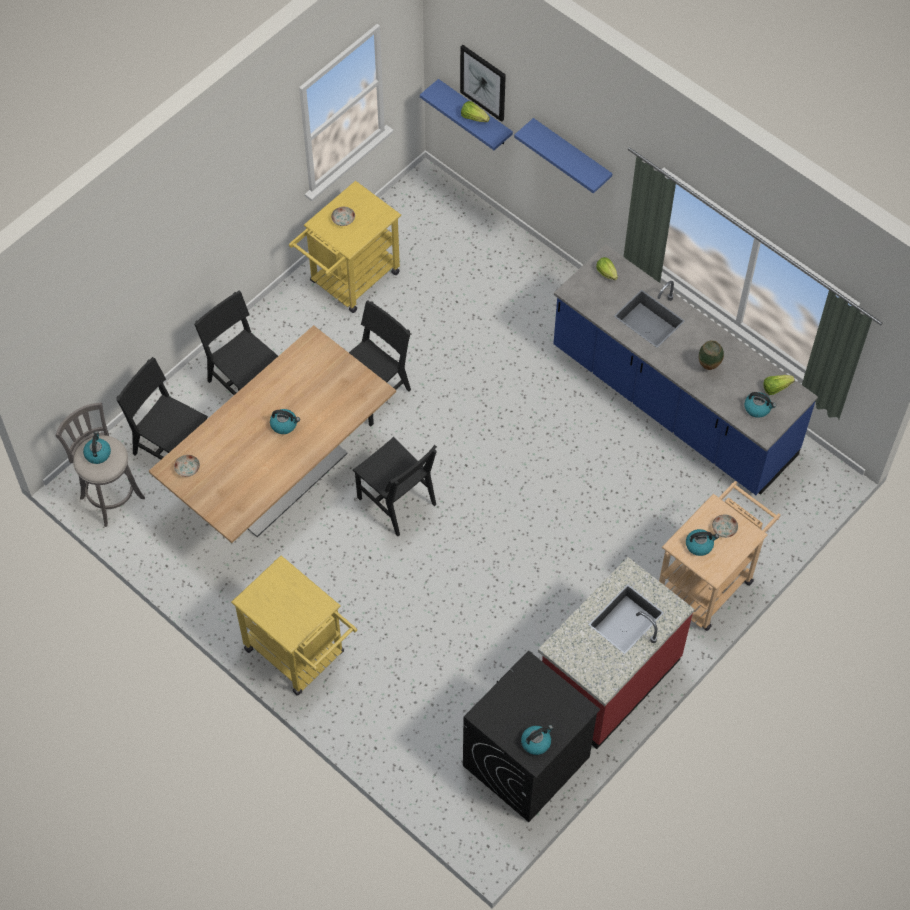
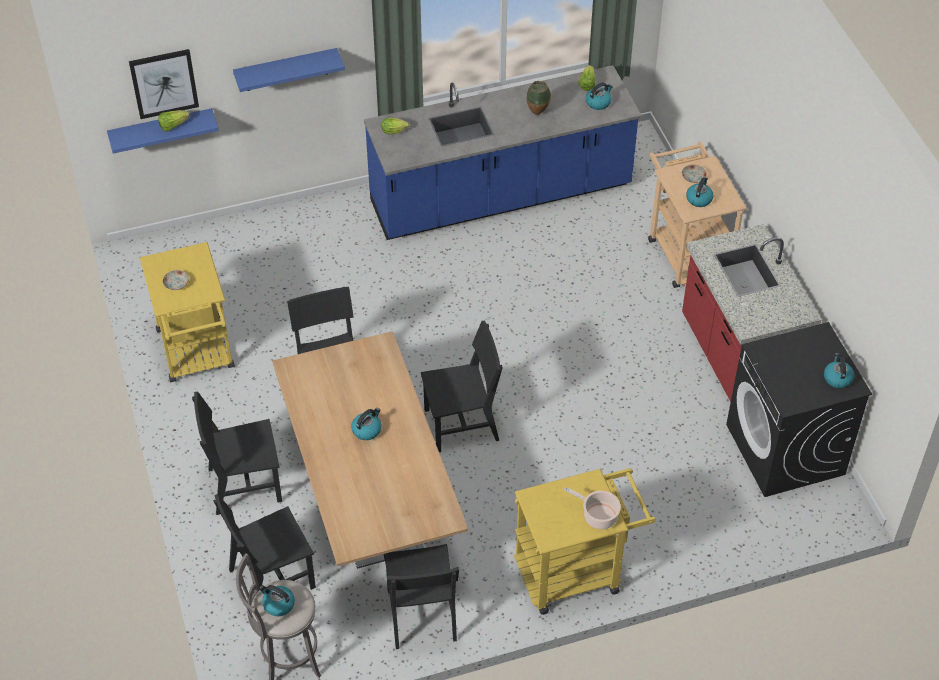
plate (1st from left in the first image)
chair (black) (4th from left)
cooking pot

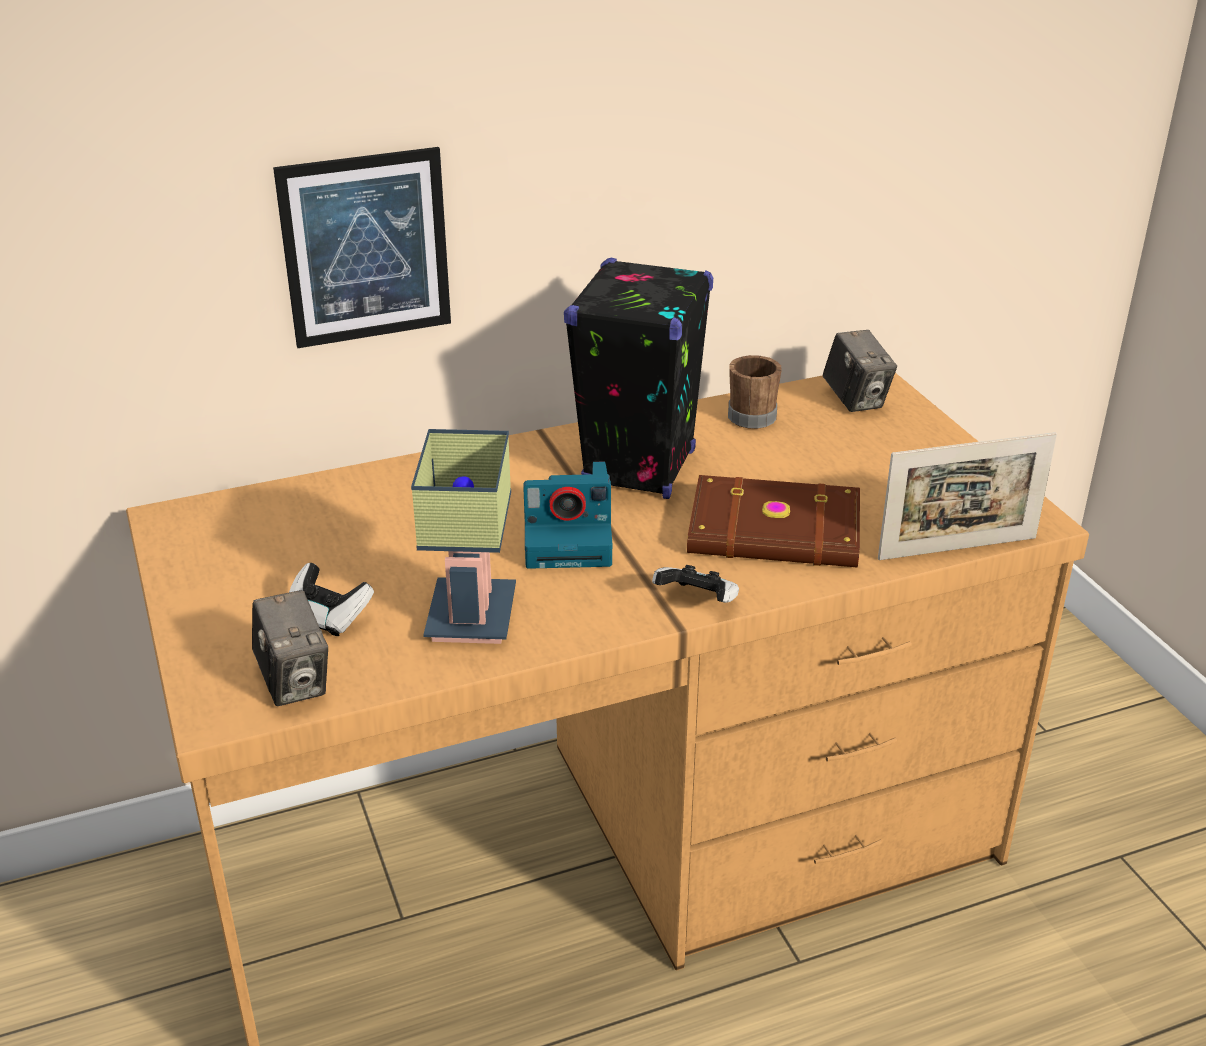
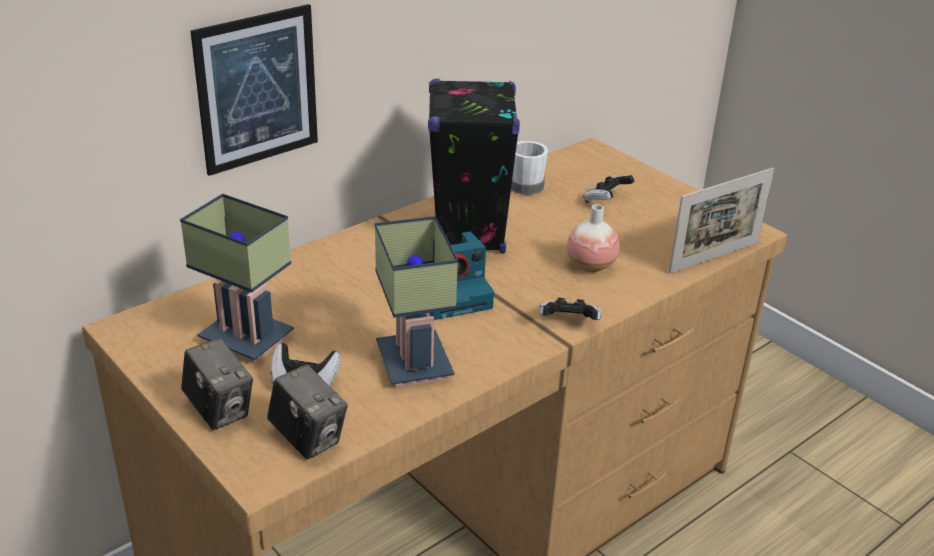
table lamp (1st from left)
game controller (3rd from left)
photo camera (1st from left)
vase
mug (white)

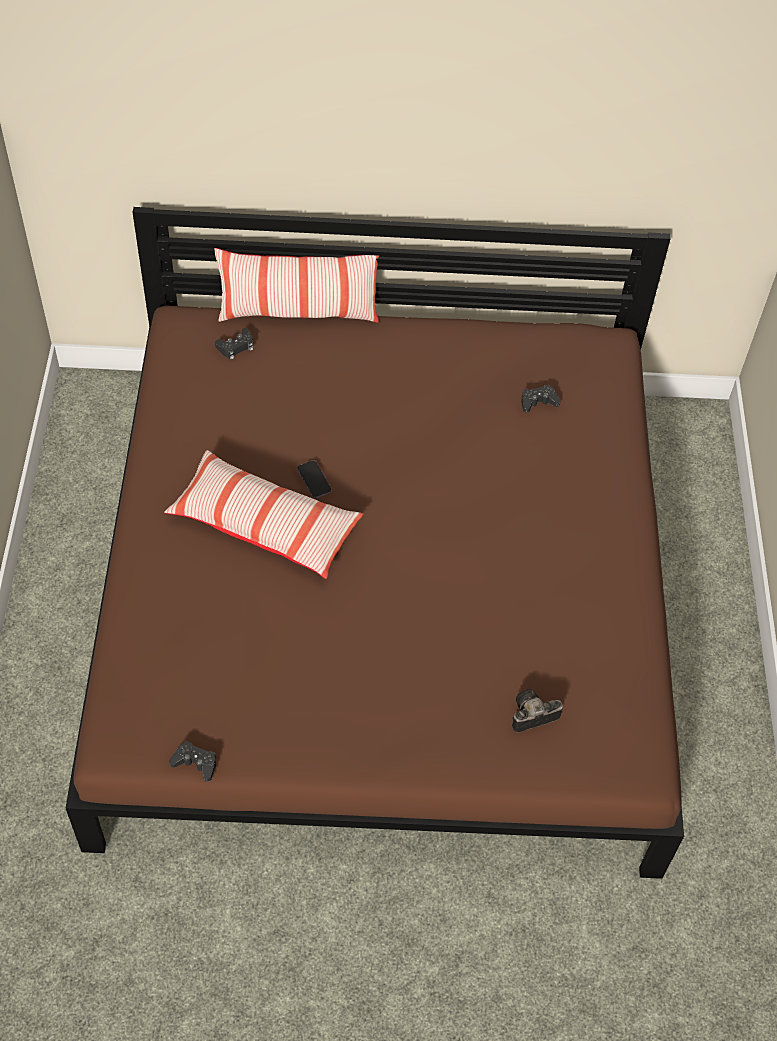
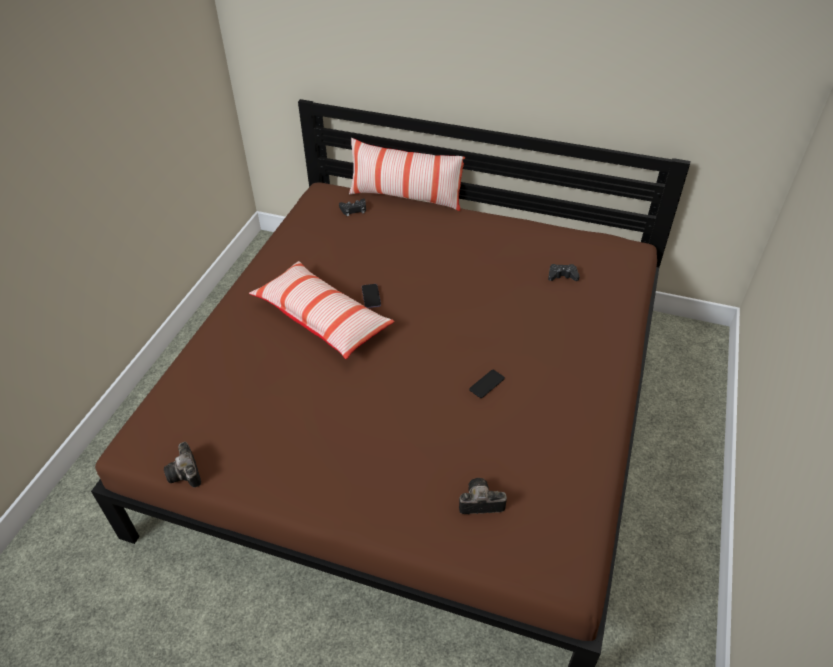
phone (2nd from left)
photo camera (1st from left)

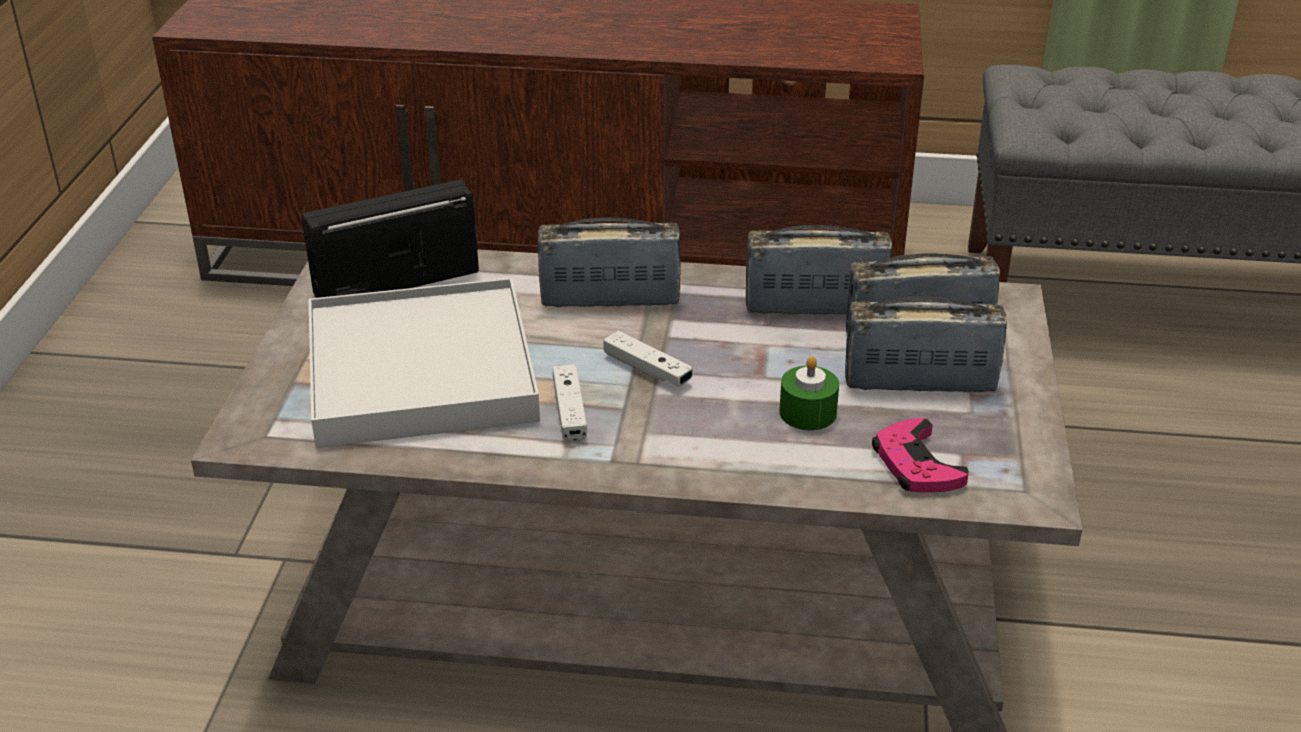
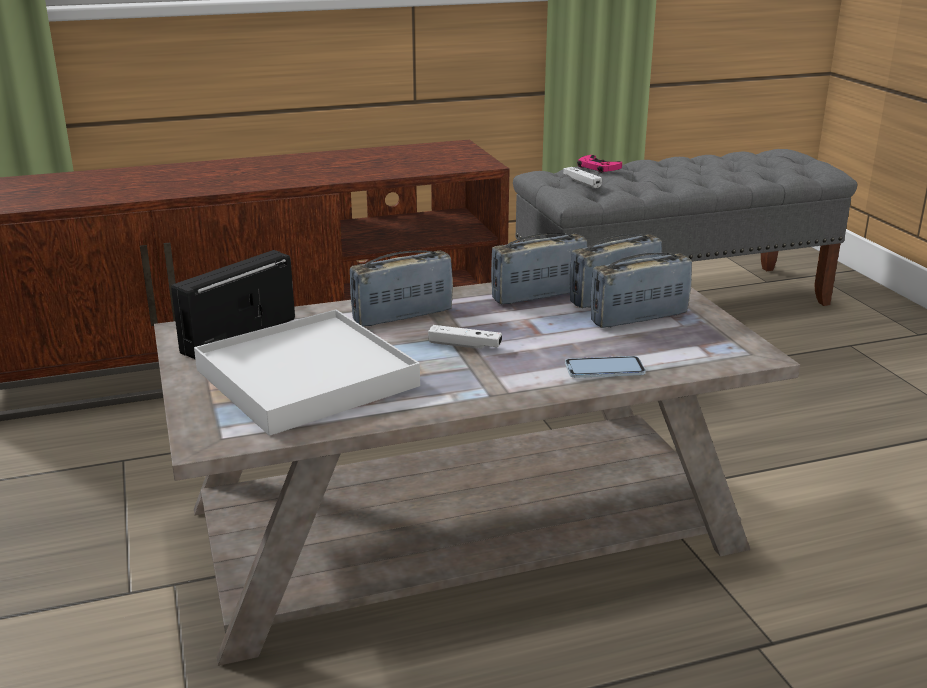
candle (green)
phone
game controller (white) (2nd from left)
game controller (pink)

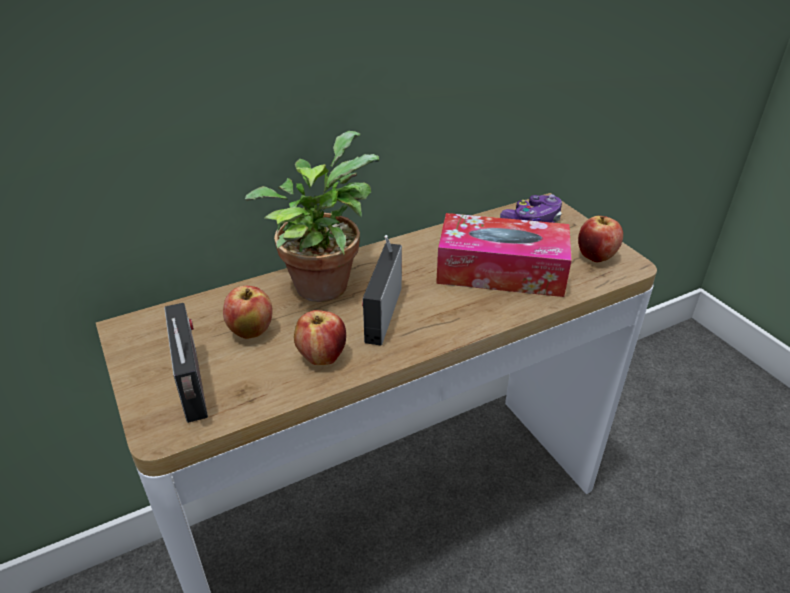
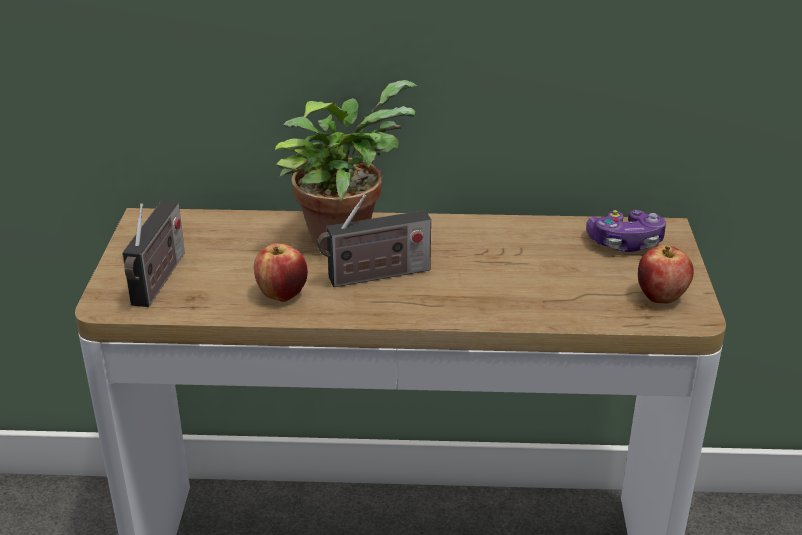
apple (1st from left in the first image)
tissue box
radio (2nd from left)

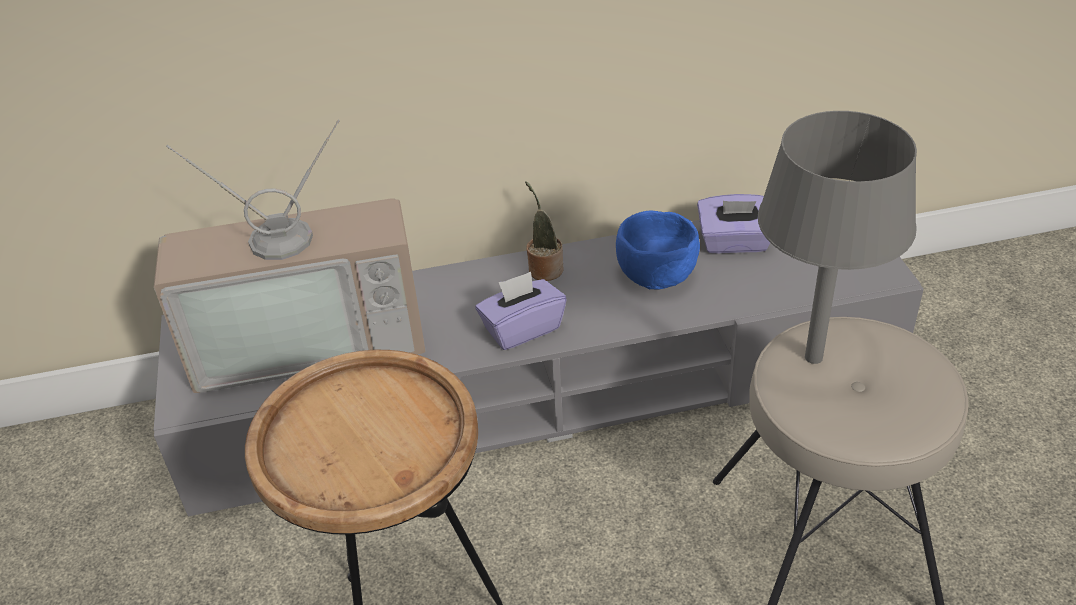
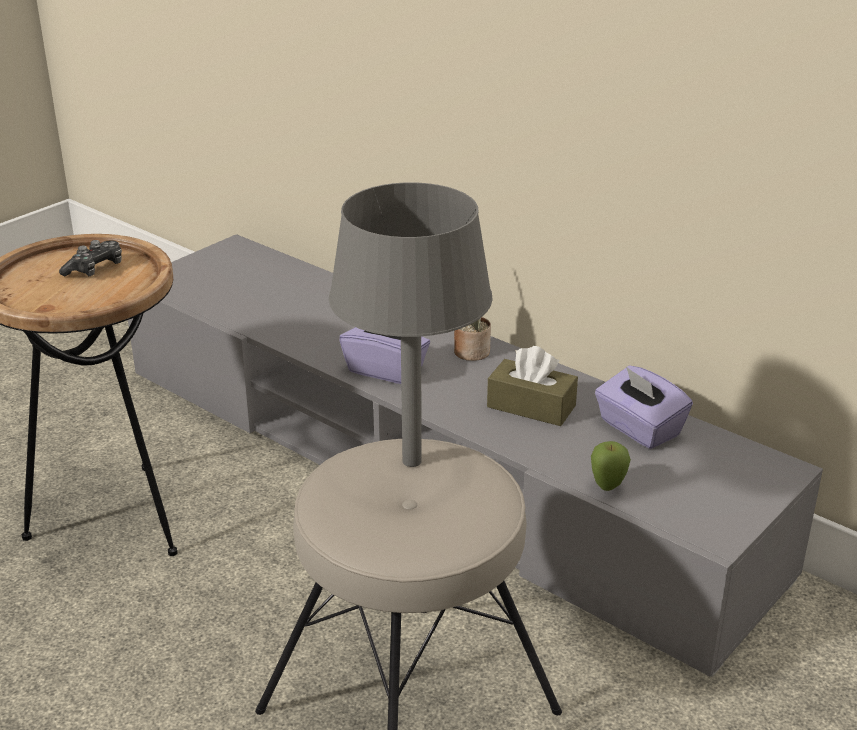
television
game controller
apple
tissue box (brown)

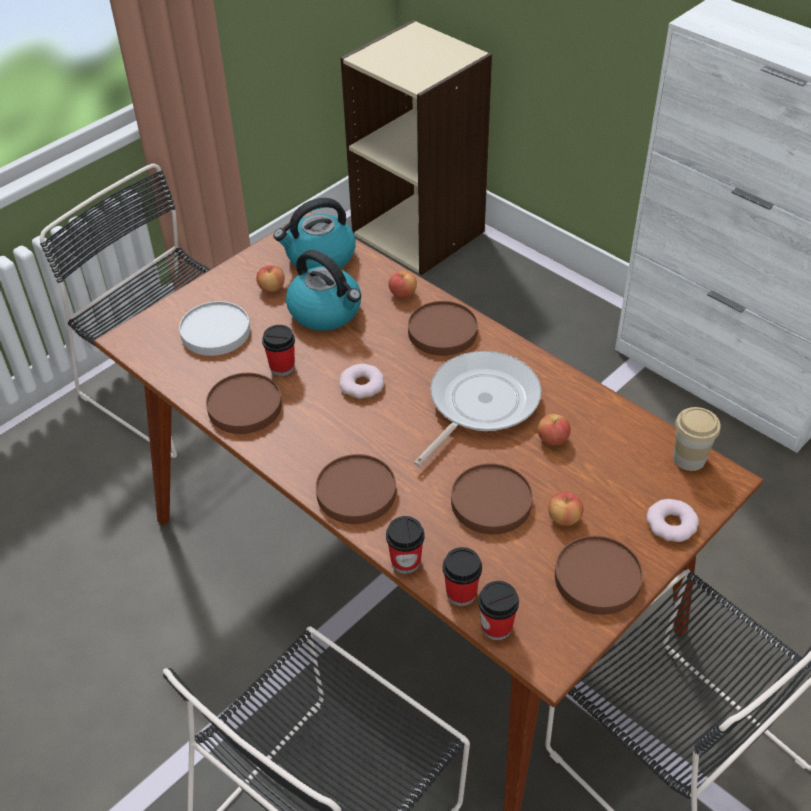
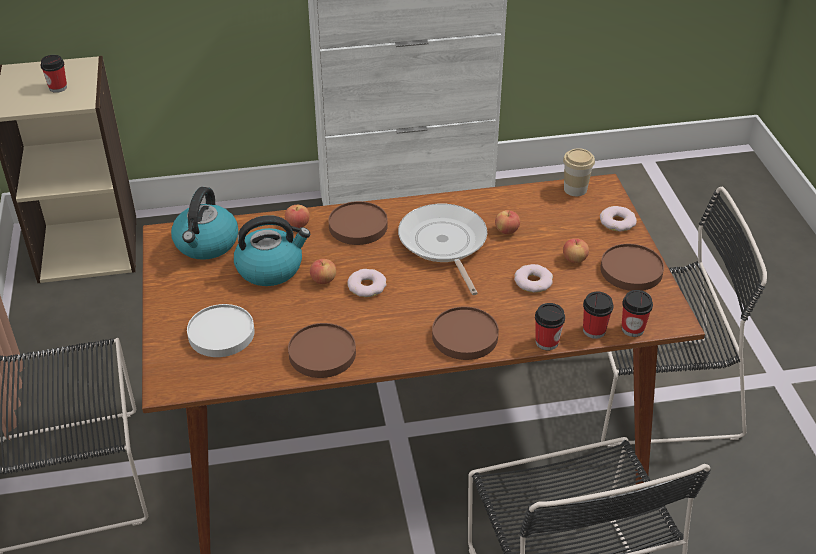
apple (2nd from left)
cup (1st from left)
donut (2nd from left)

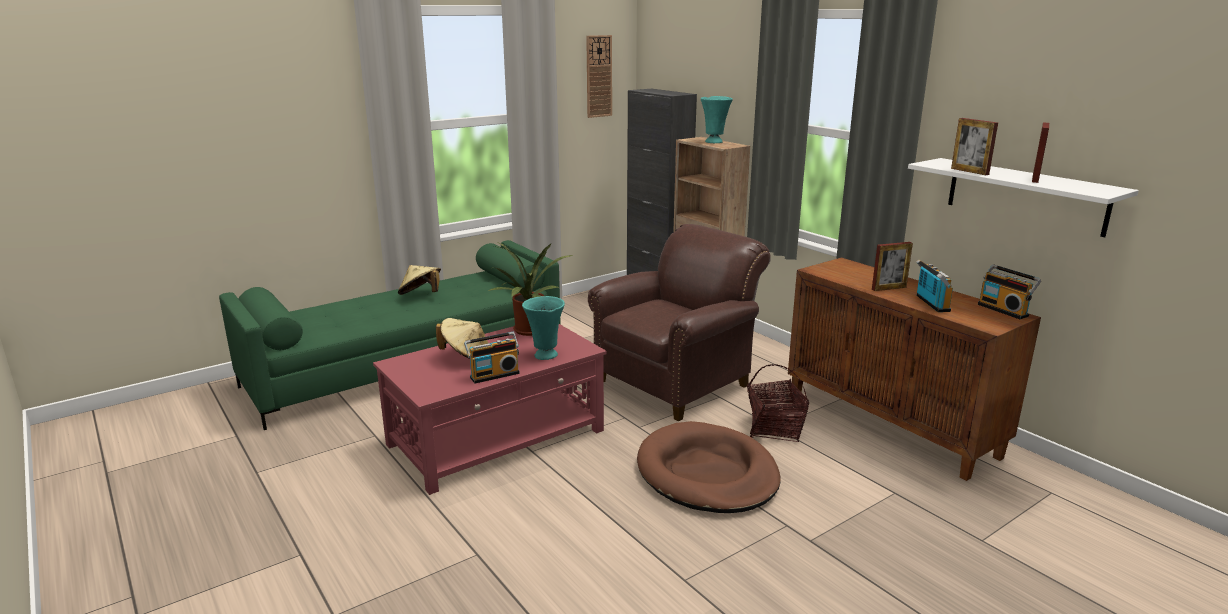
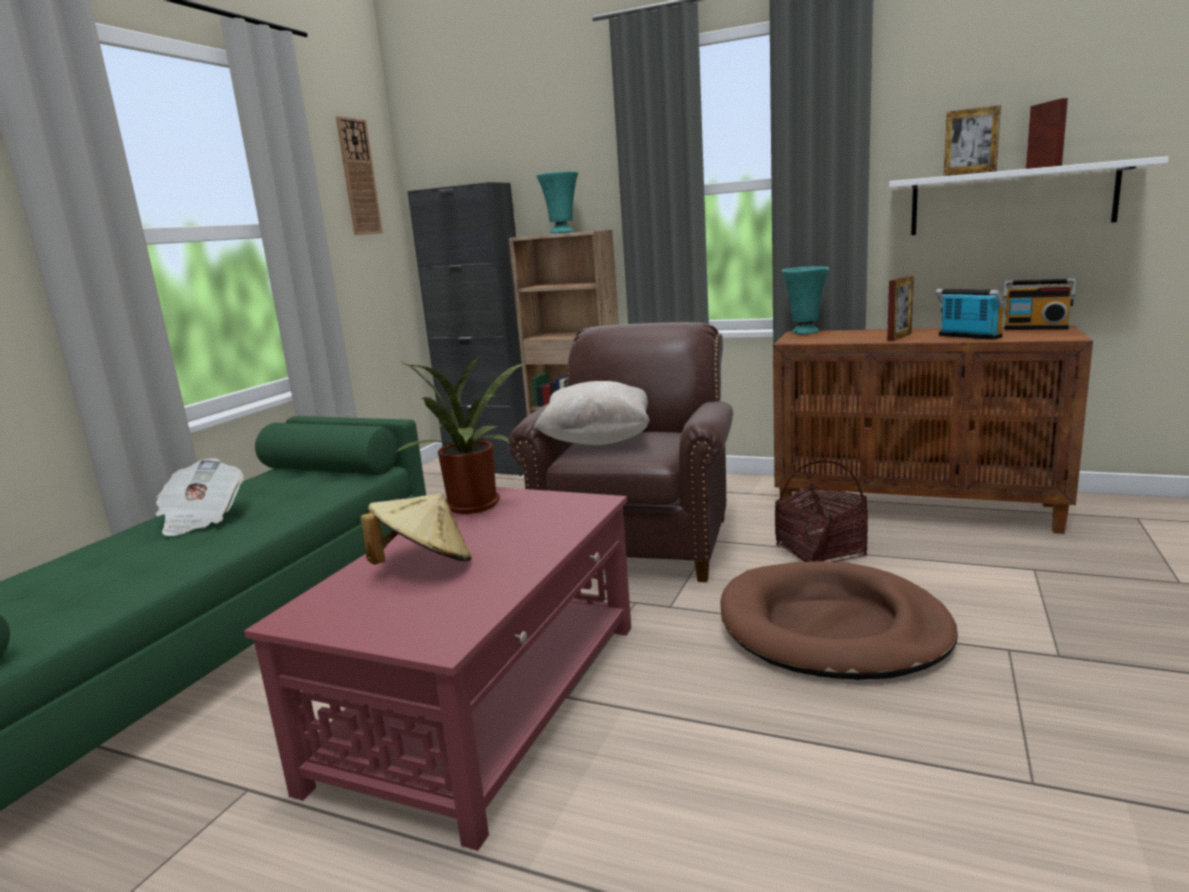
radio (1st from left in the first image)
pillow (beige)
vase (turquoise) (2nd from left)
newspaper

